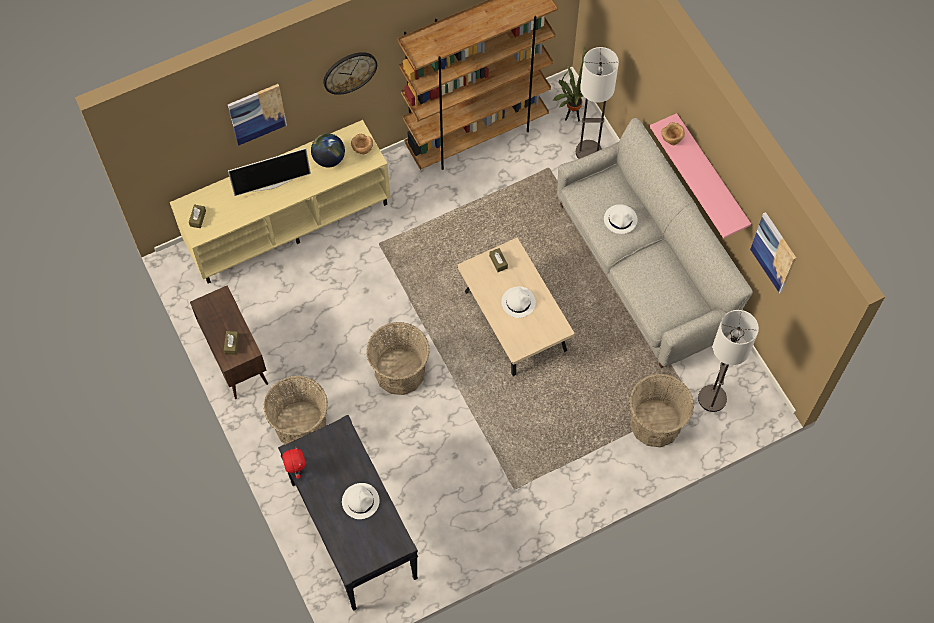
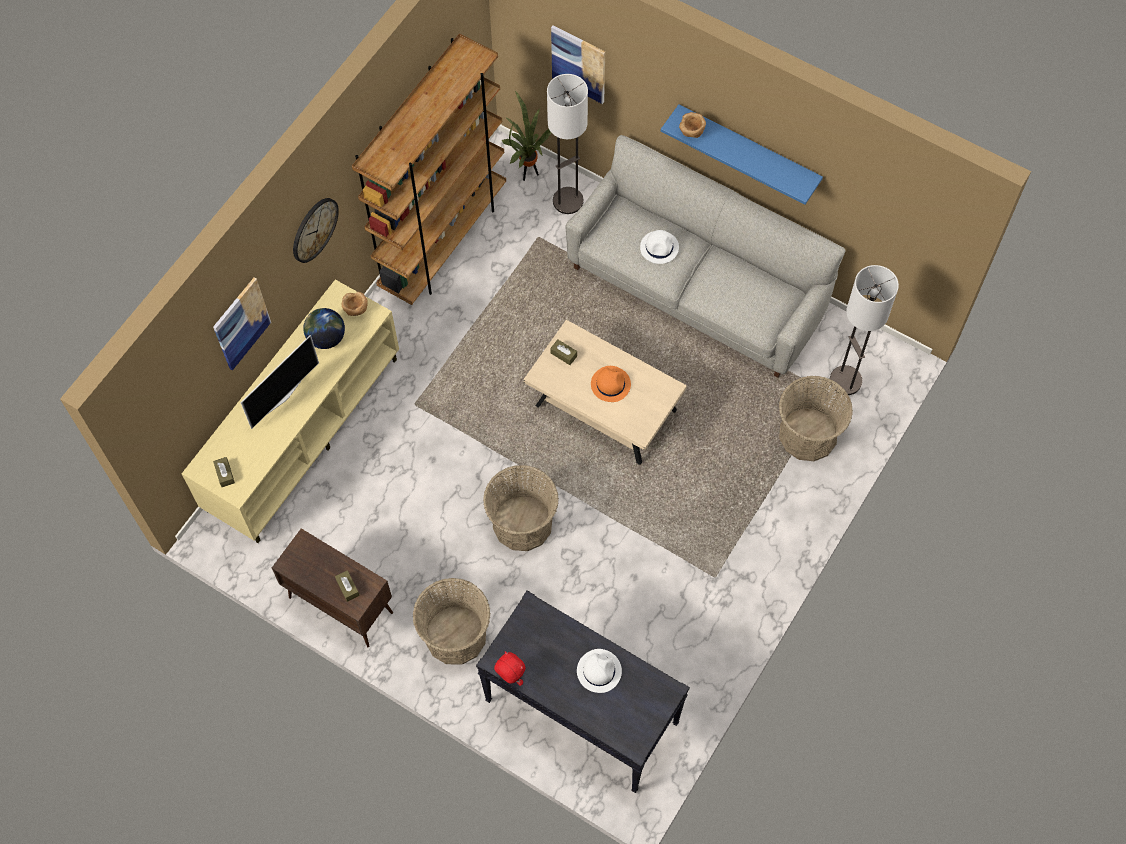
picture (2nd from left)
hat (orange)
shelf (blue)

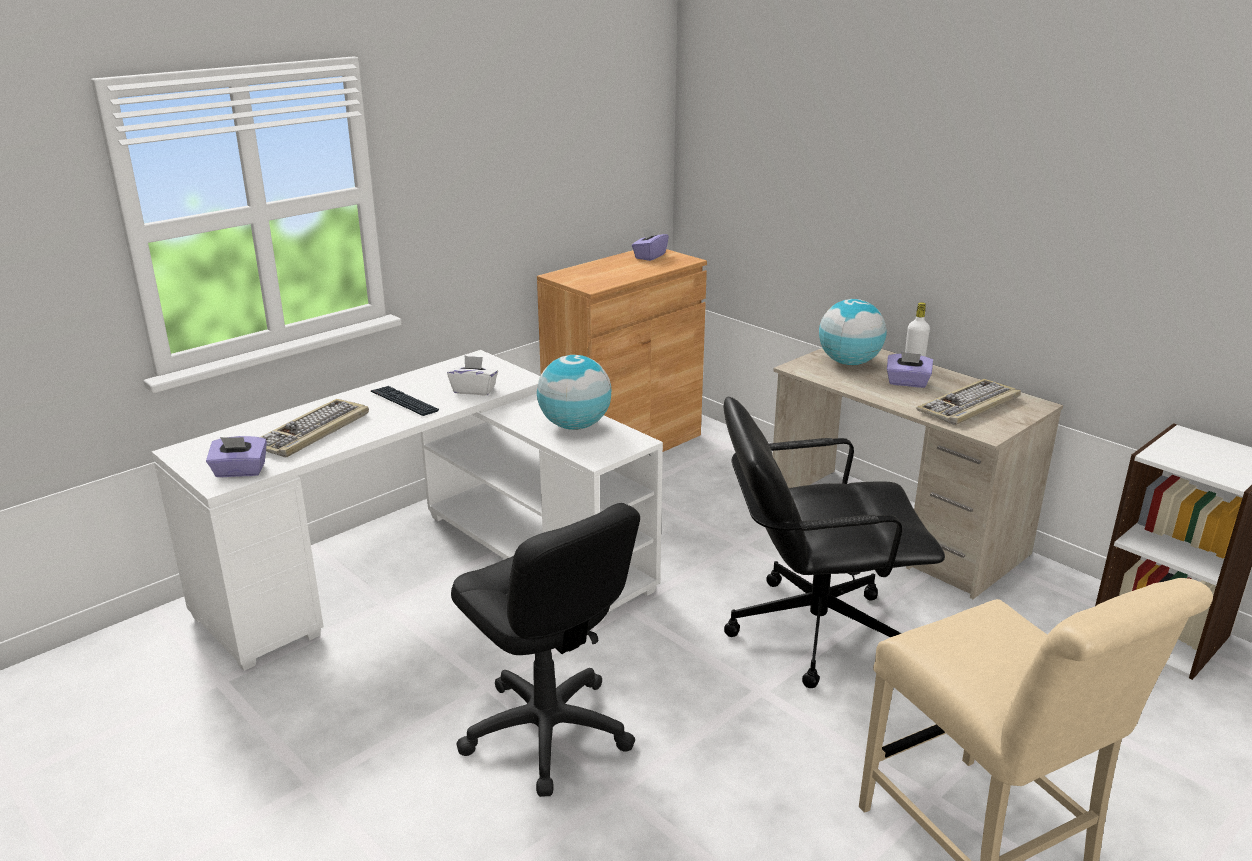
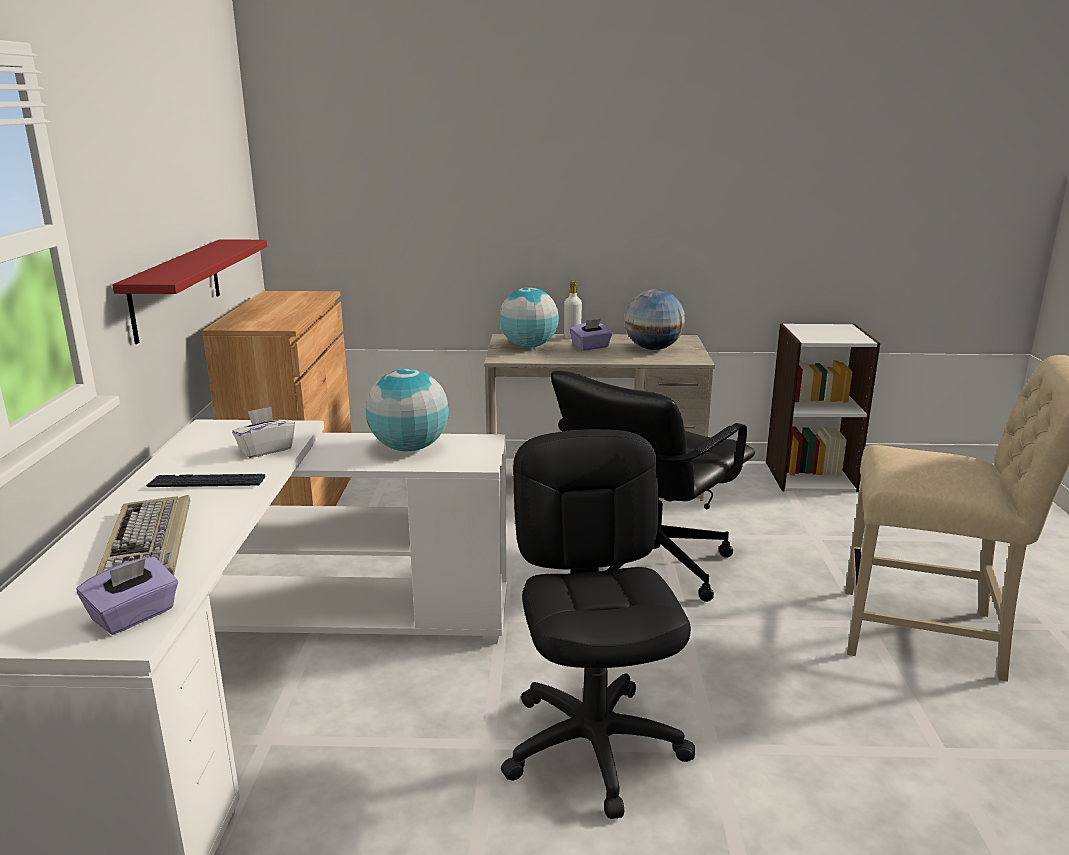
tissue box (purple) (2nd from left in the first image)
shelf (red)
globe (3rd from left)
office chair (black) (1st from left)

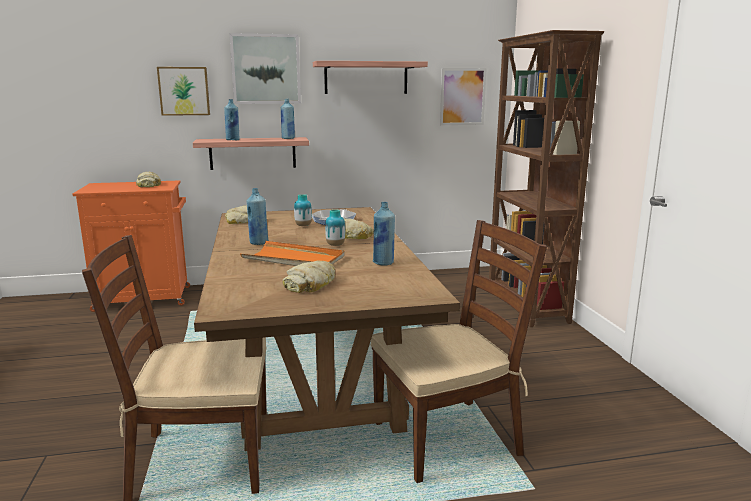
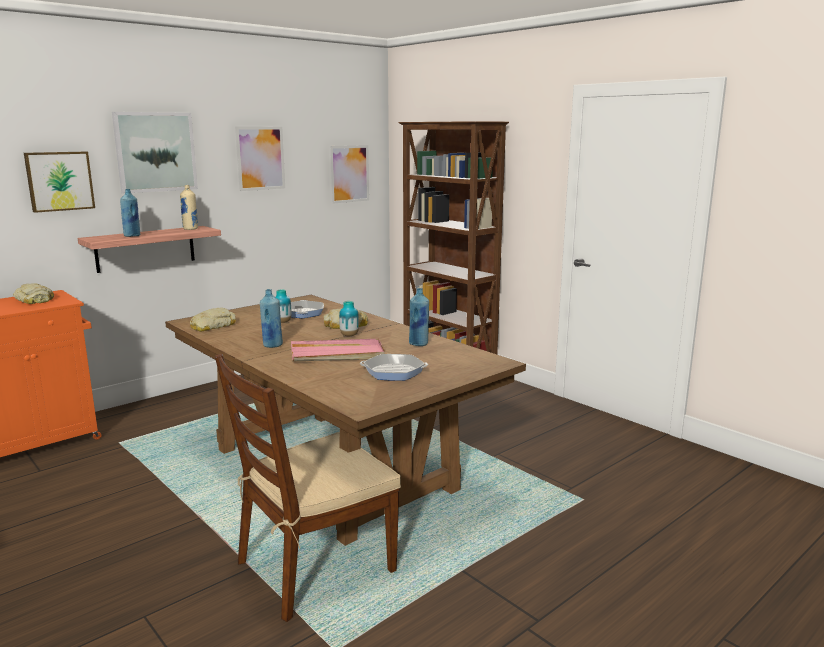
chair (brown) (2nd from left in the first image)
frying pan (2nd from left)
picture (3rd from left)
tray (pink)
bottle (beige)

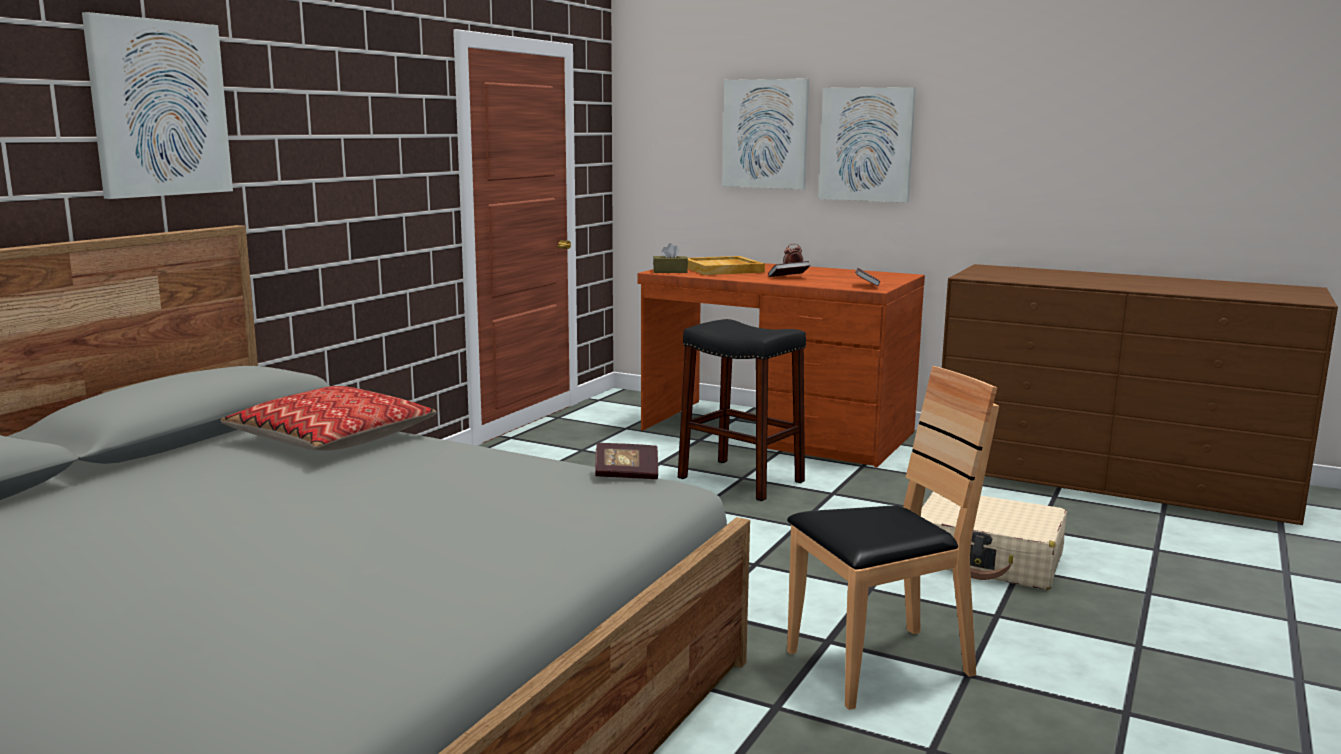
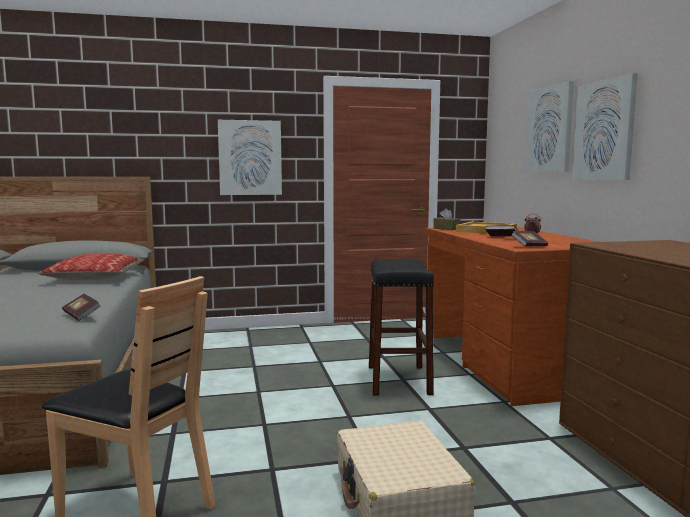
picture (1st from left)

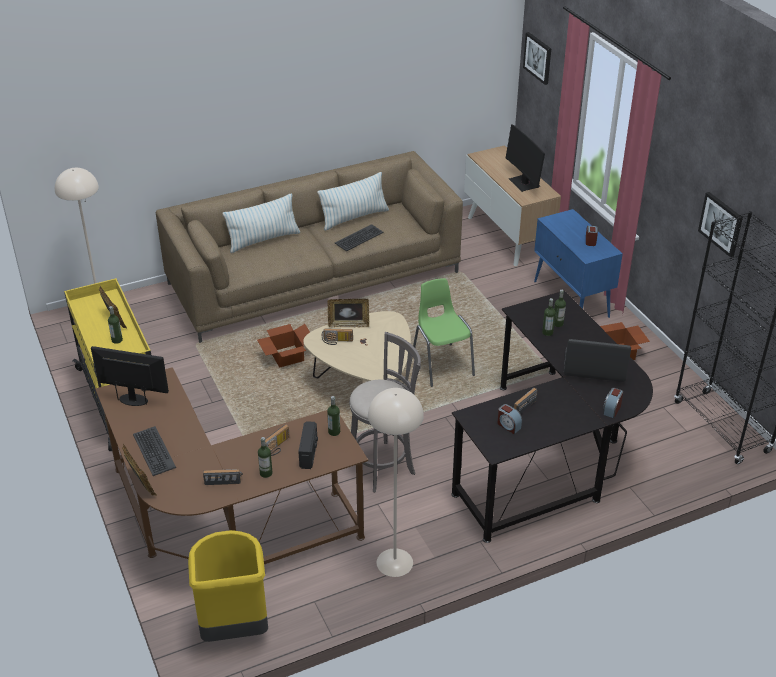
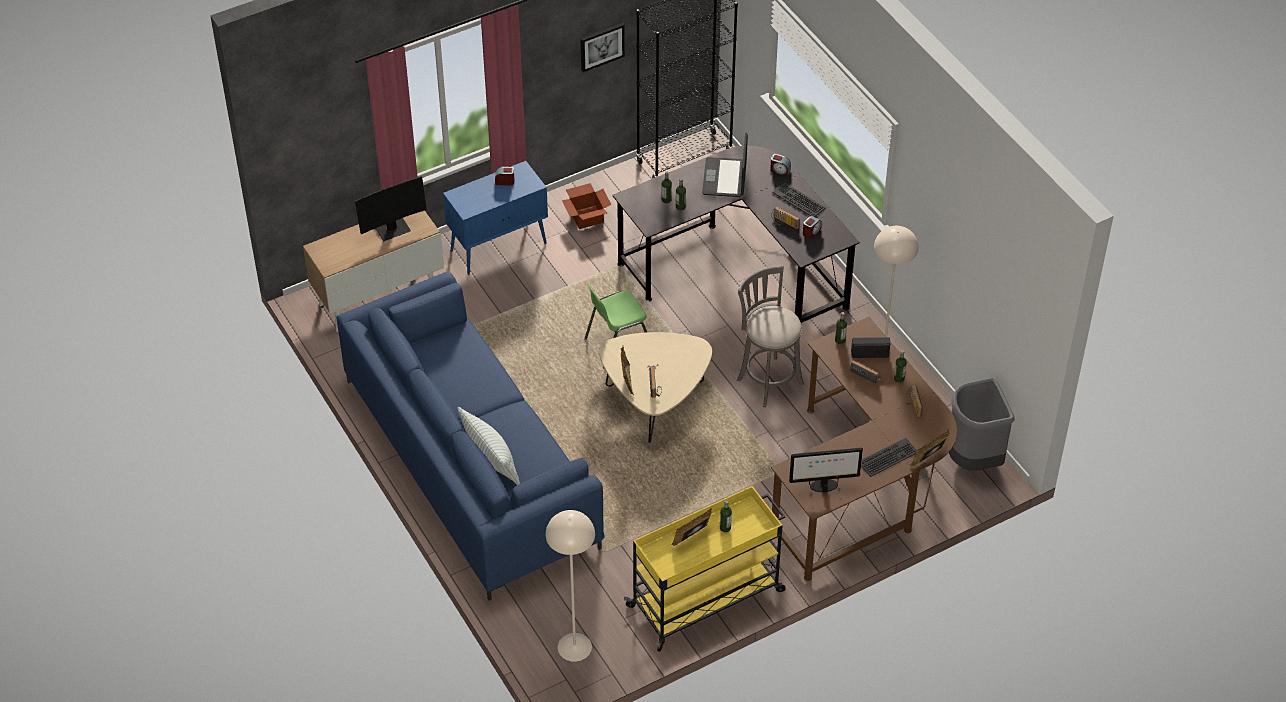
cardboard box (1st from left in the first image)
pillow (2nd from left in the first image)
picture (1st from left in the first image)
keyboard (1st from left)
sofa (blue)
trash can (grey)
monitor (2nd from left)

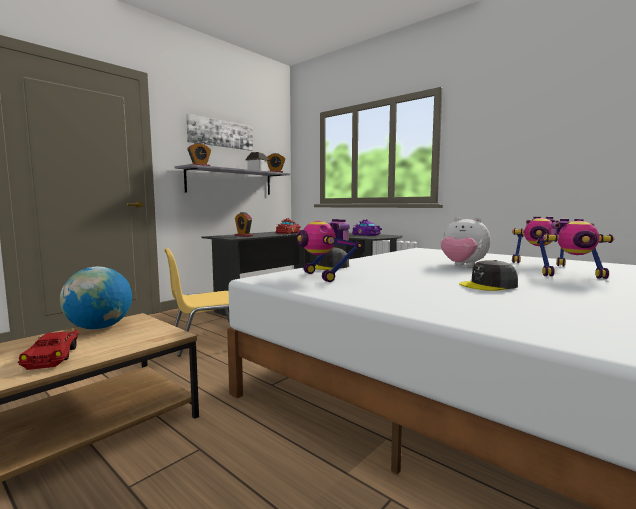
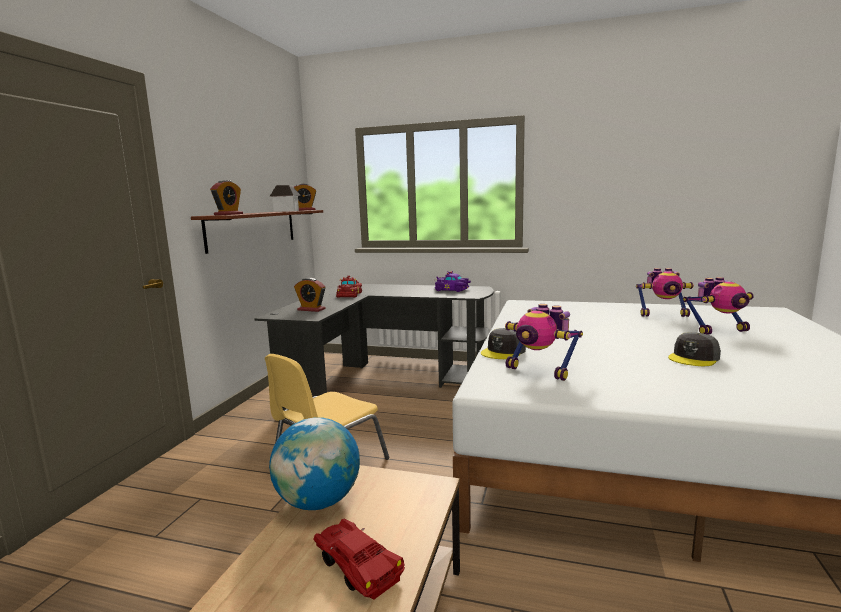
picture
plush toy
shelf (brown)

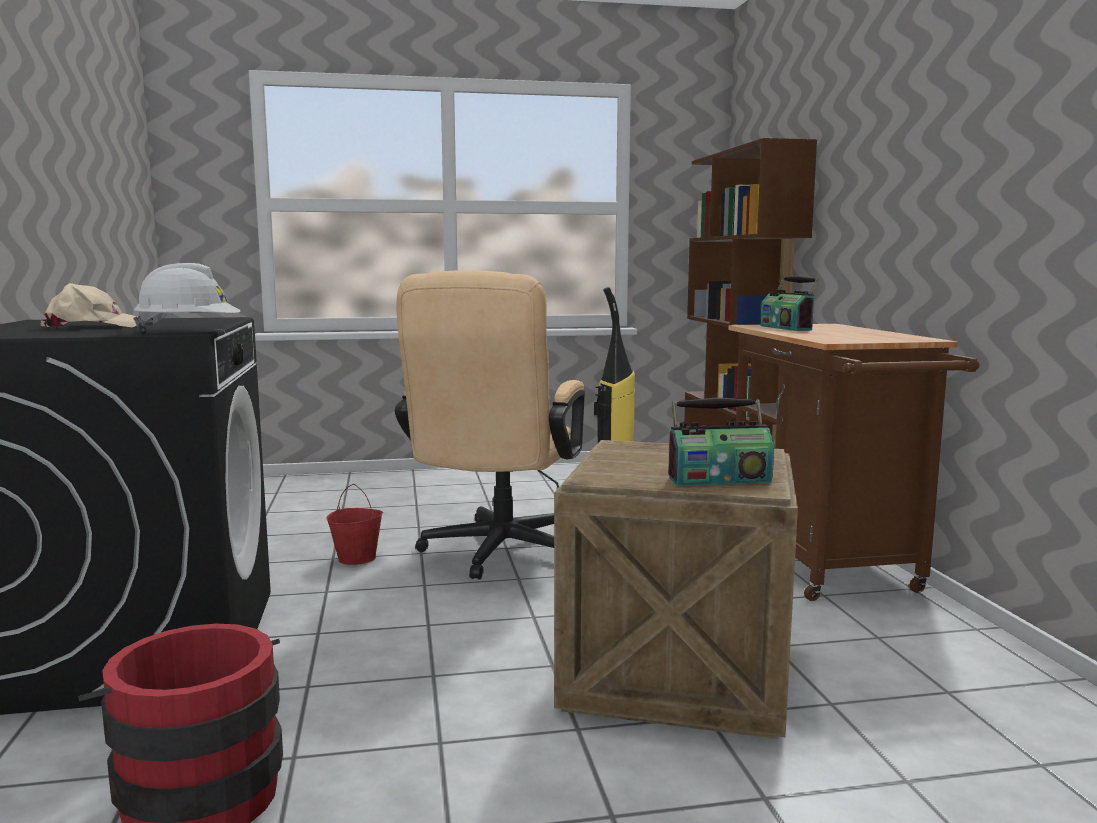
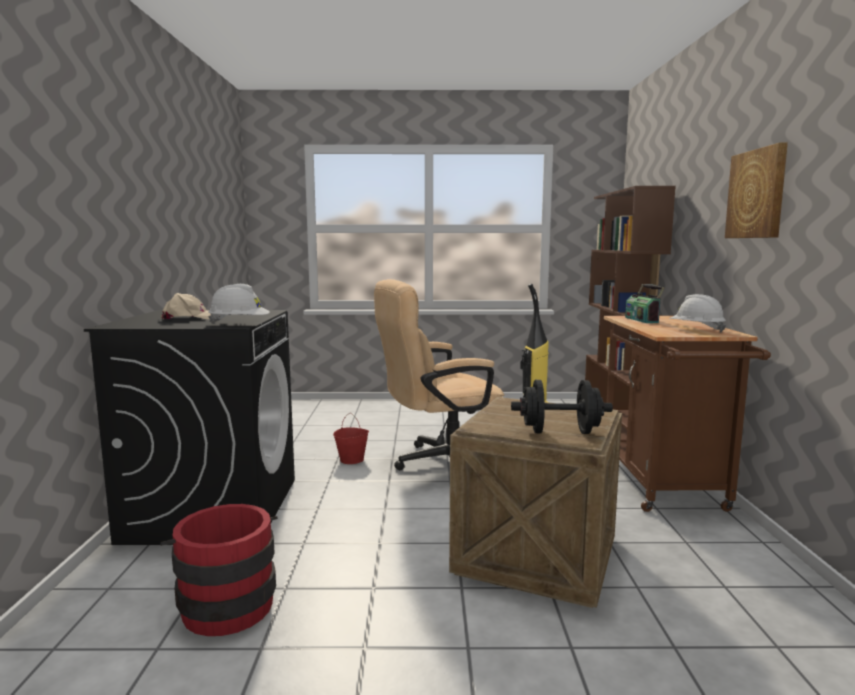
hard hat (white) (2nd from left)
picture
dumbbell (black)
office chair (beige)

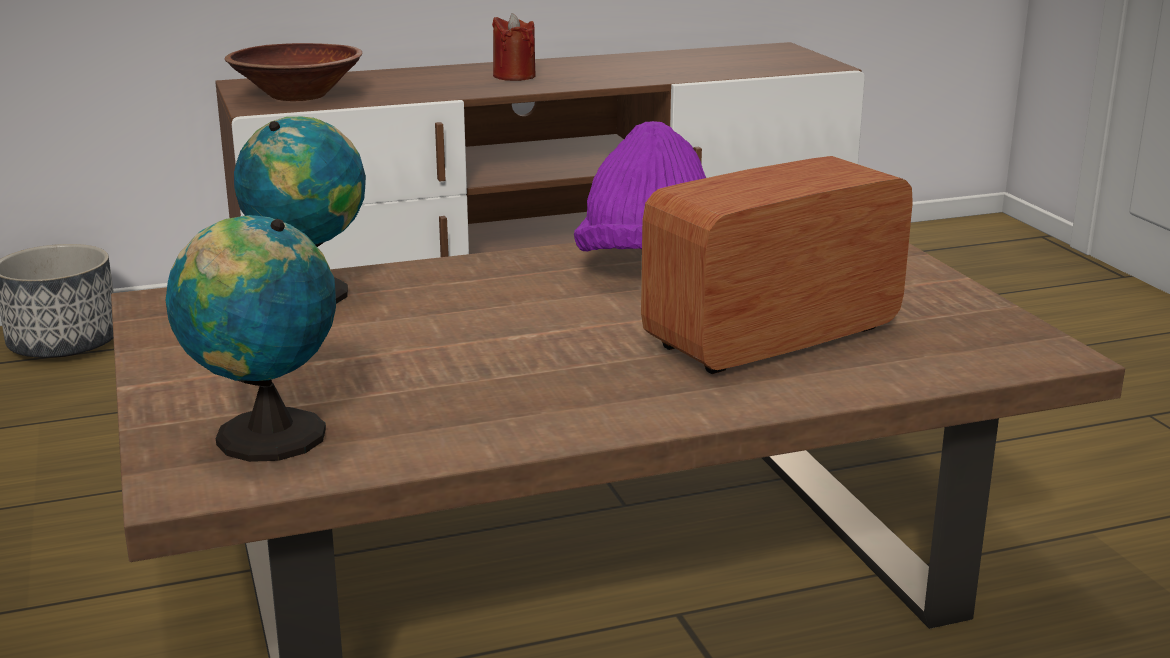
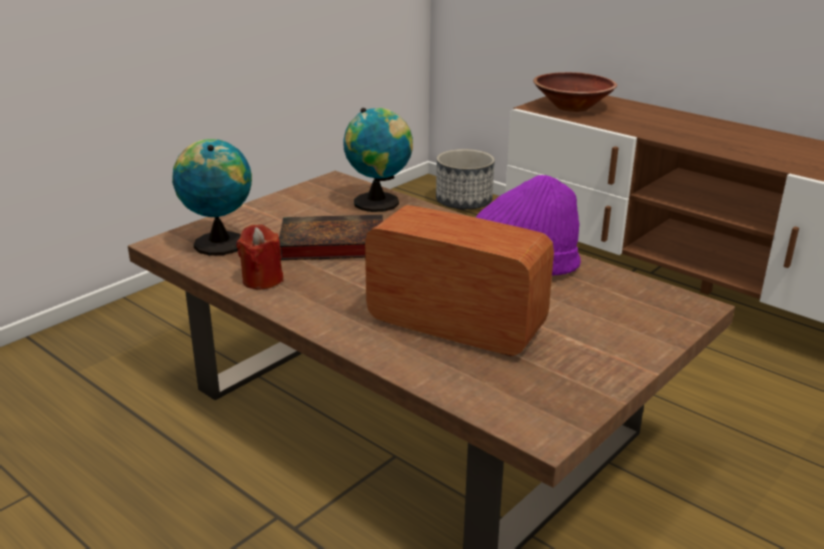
book
candle (red)

